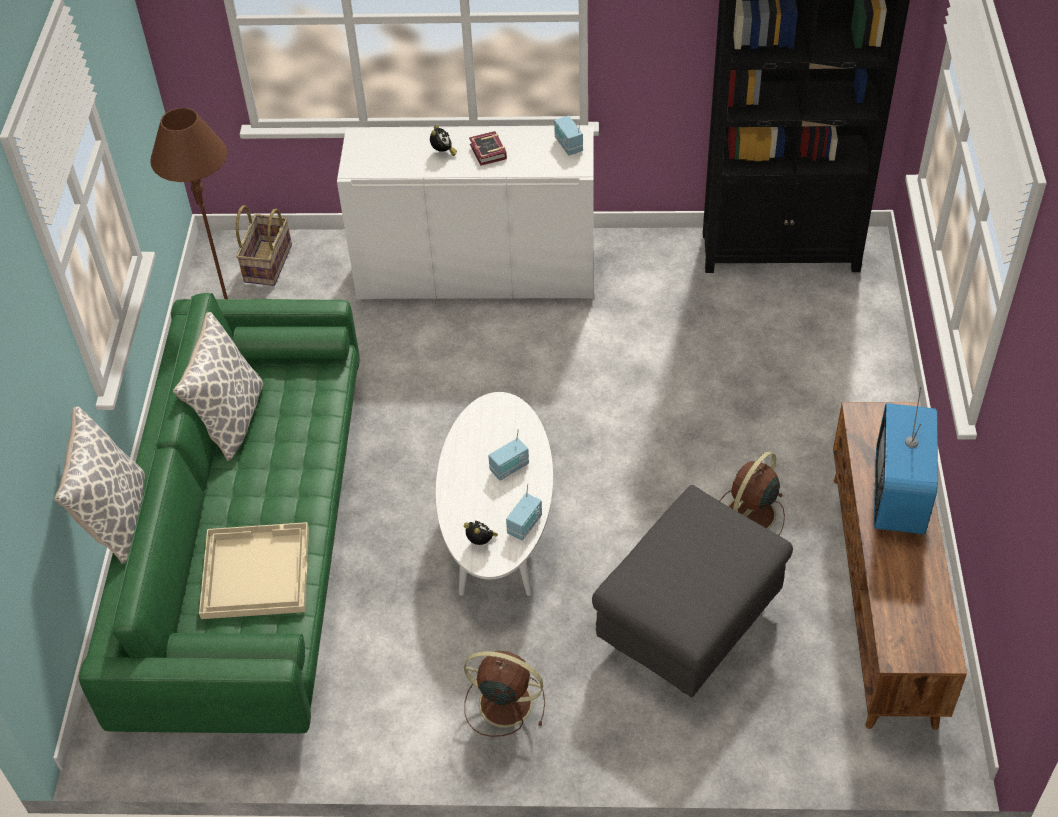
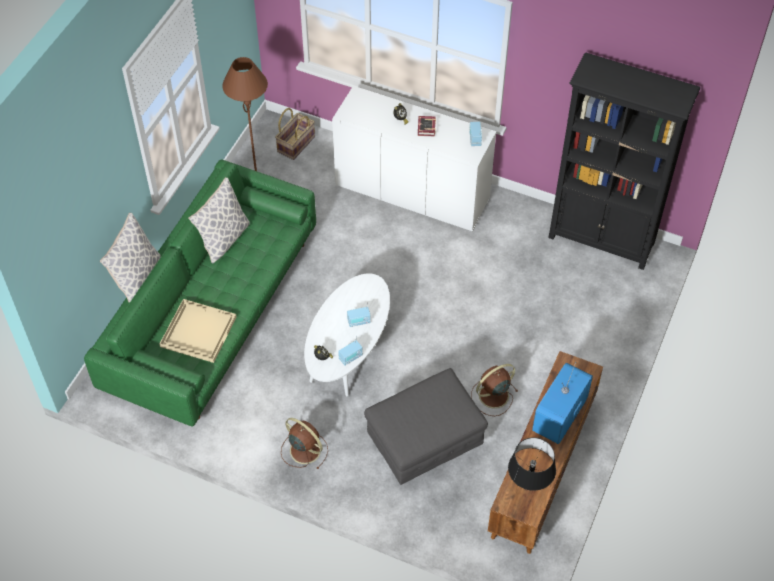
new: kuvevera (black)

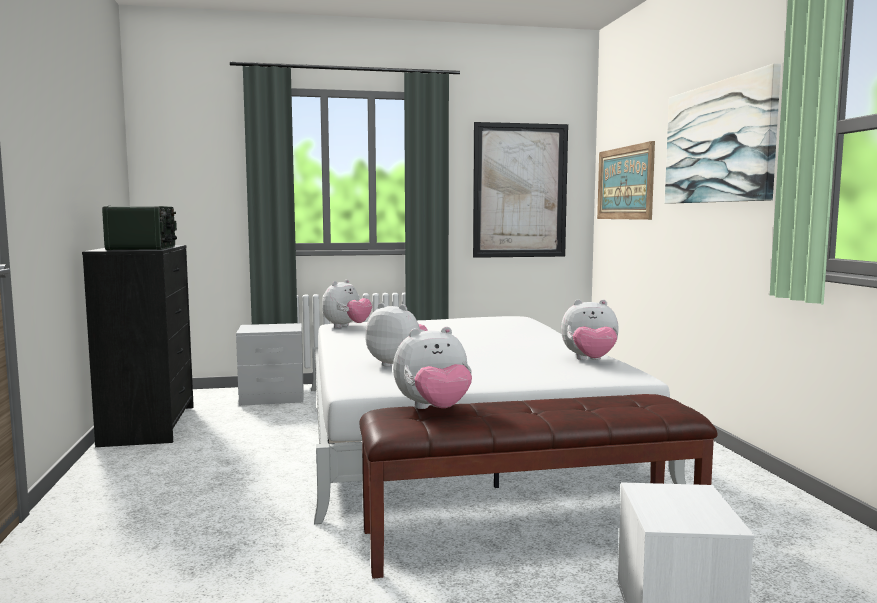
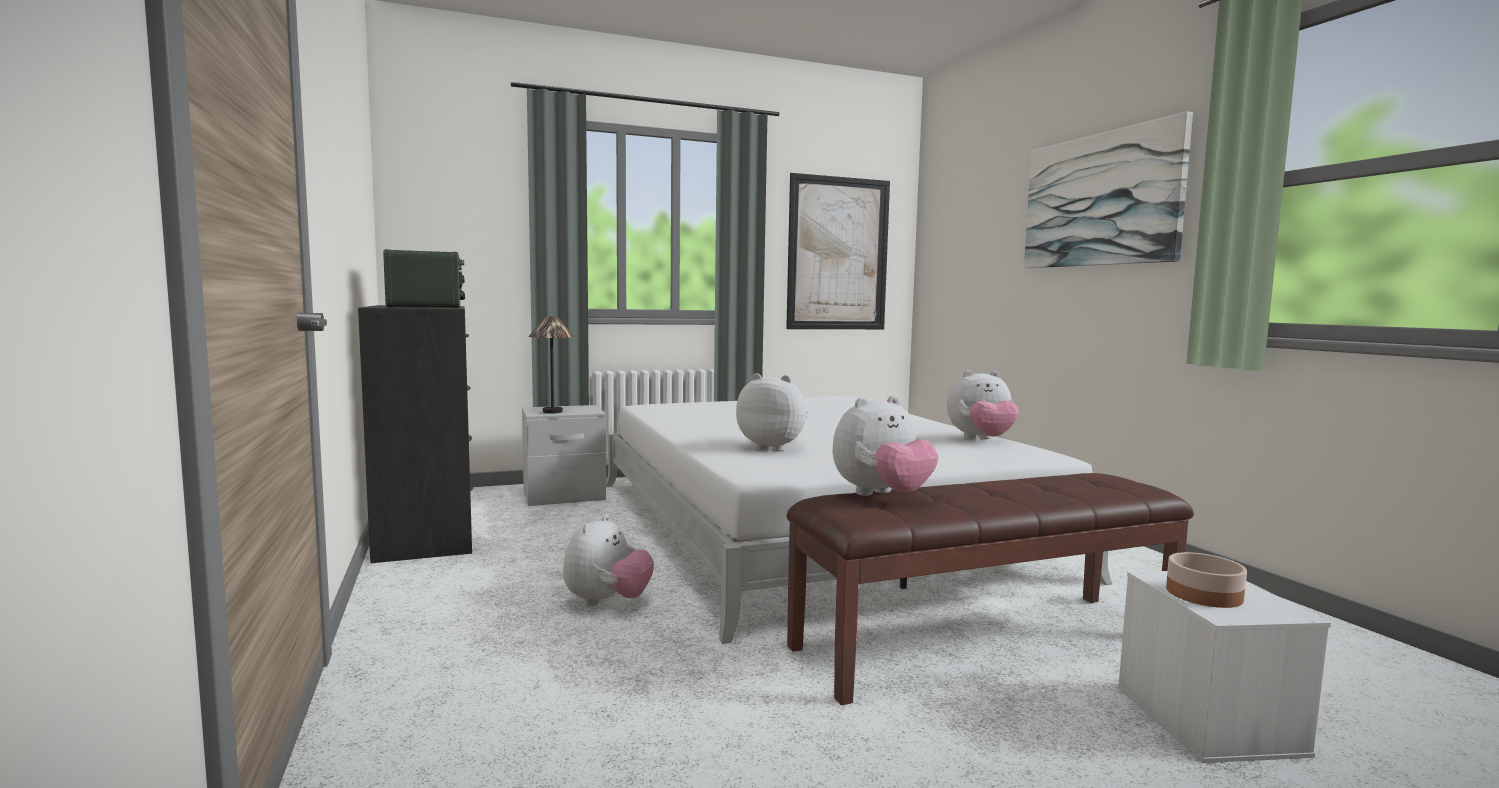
gone: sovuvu (no. 2 from left)
new: kuvevera; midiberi
shifted: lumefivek (no. 1 from left)

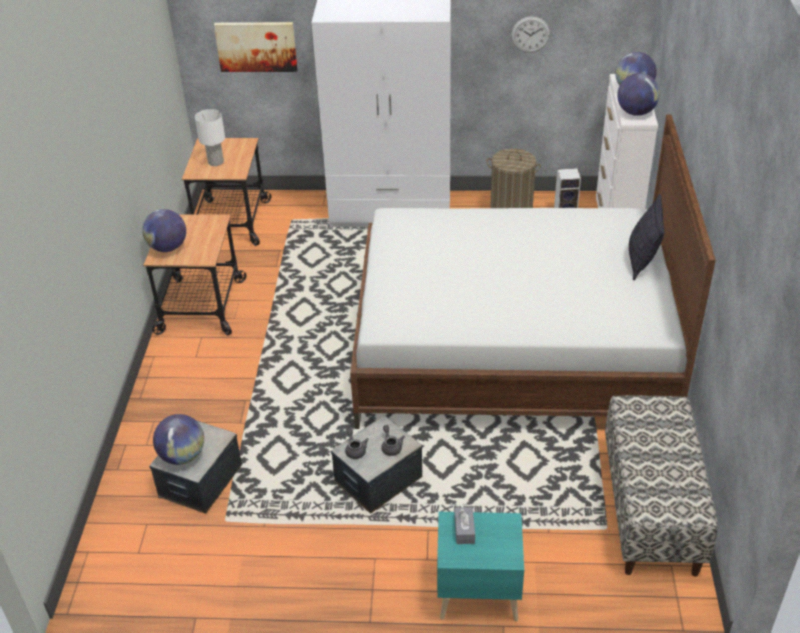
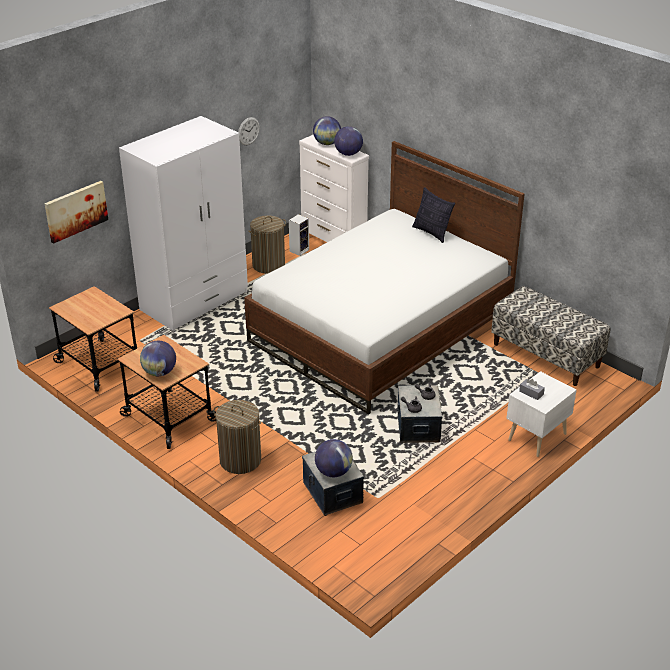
gone: kuvevera (white)
new: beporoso (no. 1 from left)
repainted: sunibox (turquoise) to sunibox (white)

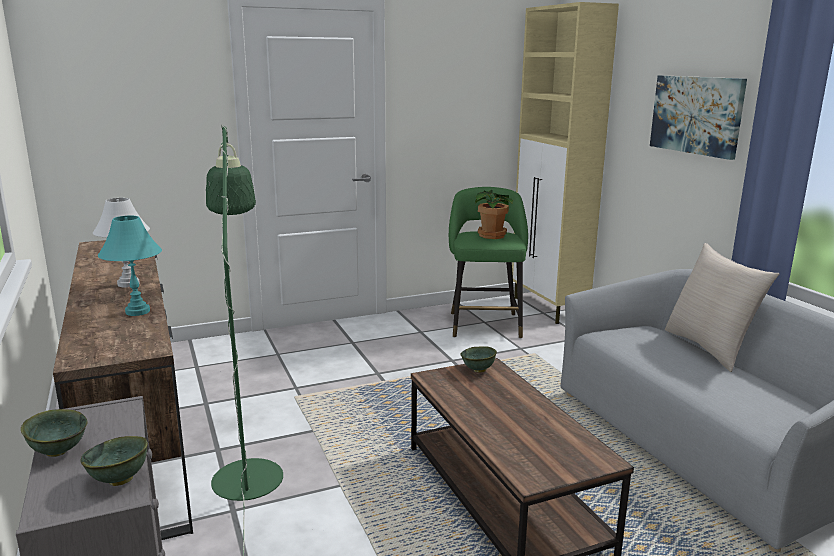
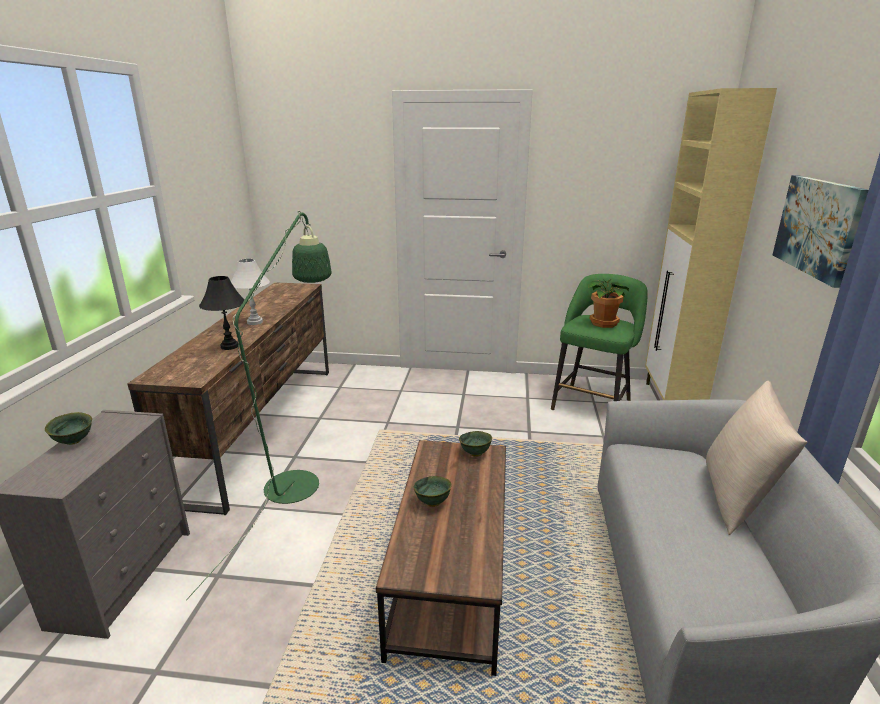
shifted: midiberi (green) (no. 2 from left)
repainted: kuvevera (turquoise) to kuvevera (black)

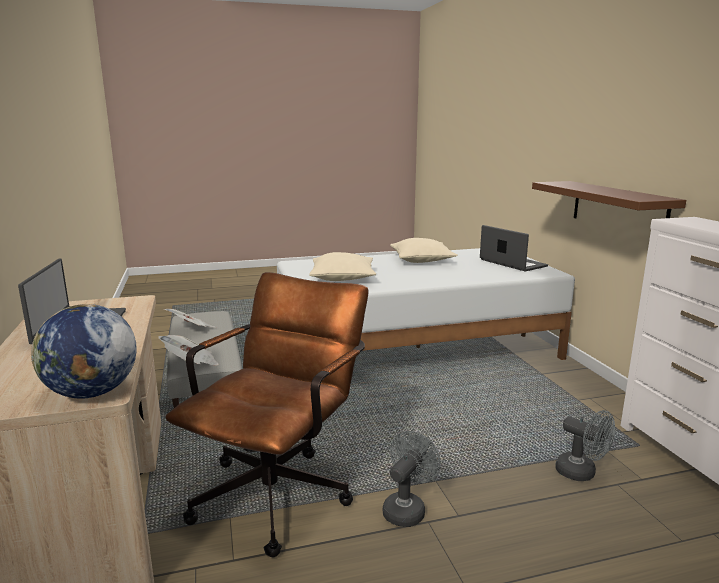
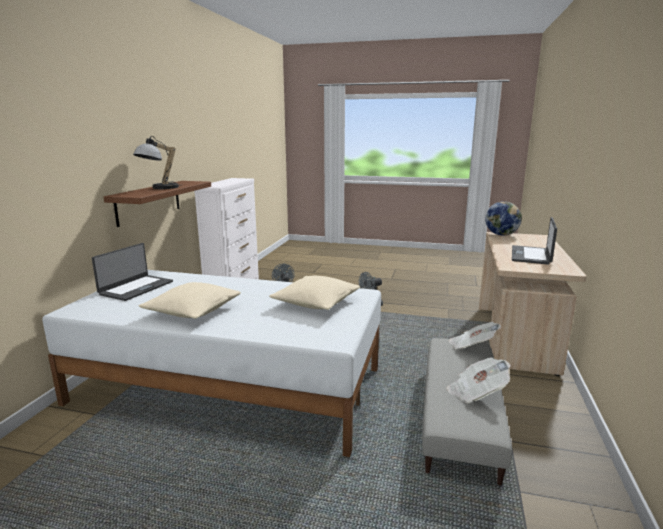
gone: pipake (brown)
new: kuvevera
rotated: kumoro (no. 2 from left in the first image) 150 degrees counterclockwise

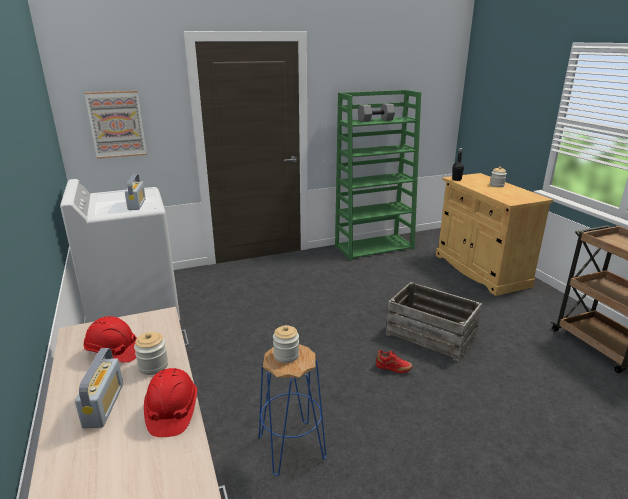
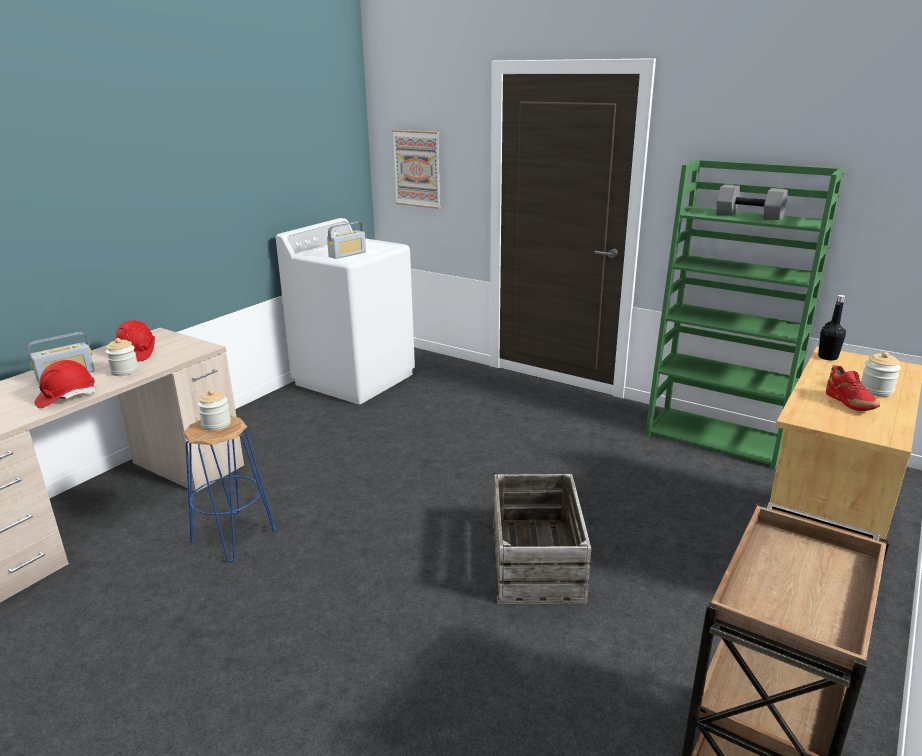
shifted: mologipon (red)

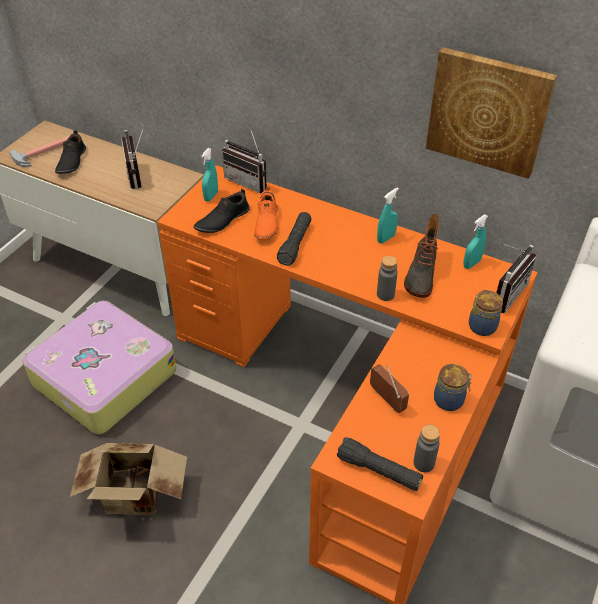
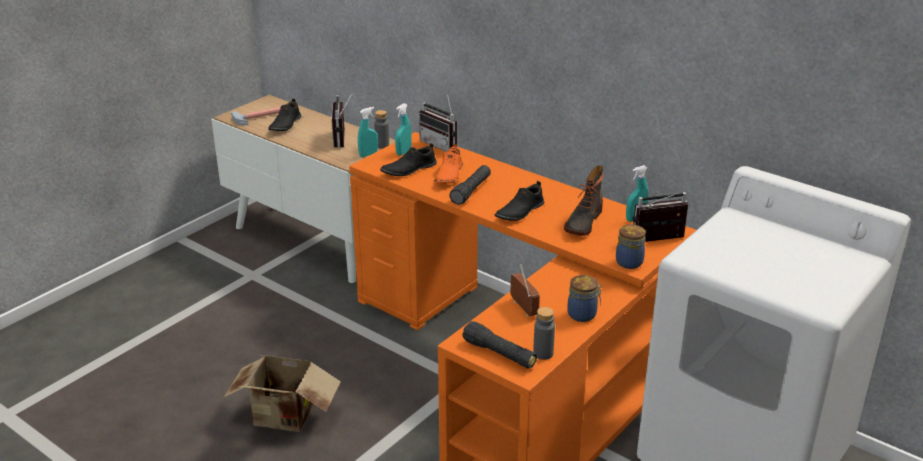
gone: sovuvu; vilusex
new: mologipon (black) (no. 3 from left)
shifted: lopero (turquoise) (no. 2 from left in the first image) to lopero (turquoise) (no. 1 from left); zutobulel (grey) (no. 1 from left)
rotated: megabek (no. 4 from left) 150 degrees counterclockwise

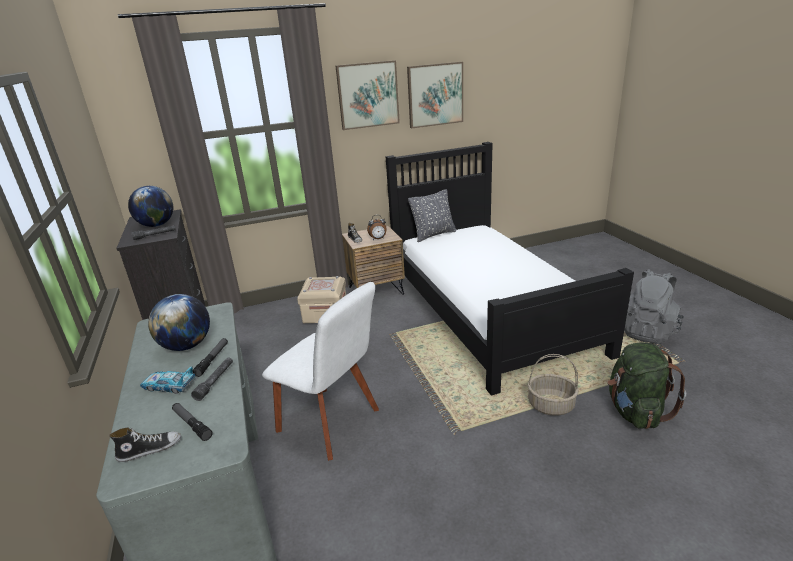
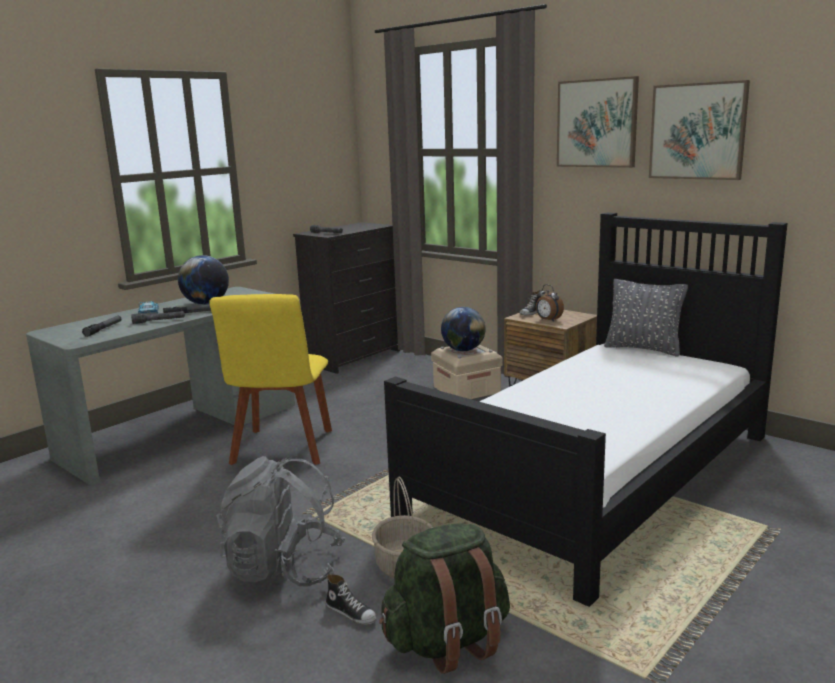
shifted: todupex (no. 1 from left in the first image) to todupex (no. 2 from left); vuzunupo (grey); mologipon (no. 1 from left)
repainted: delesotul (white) to delesotul (yellow)

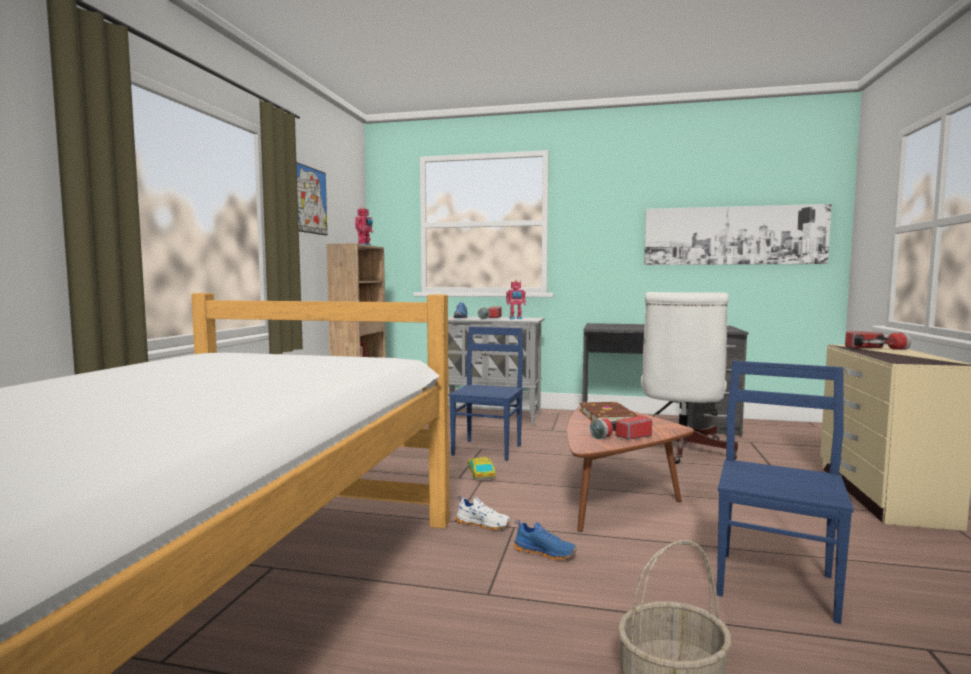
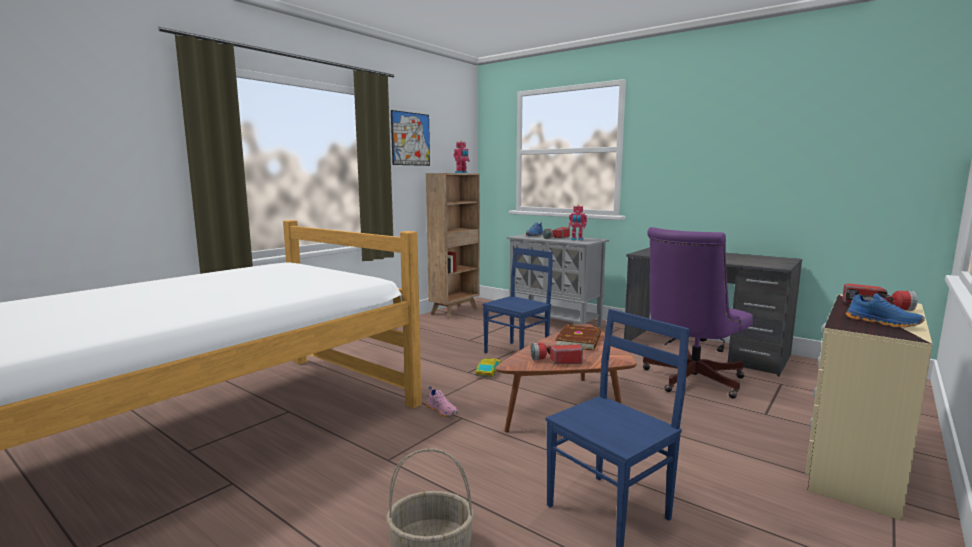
gone: sovuvu (no. 2 from left)
shifted: mologipon (blue) (no. 2 from left)
repainted: pipake (white) to pipake (purple); mologipon (white) to mologipon (pink)

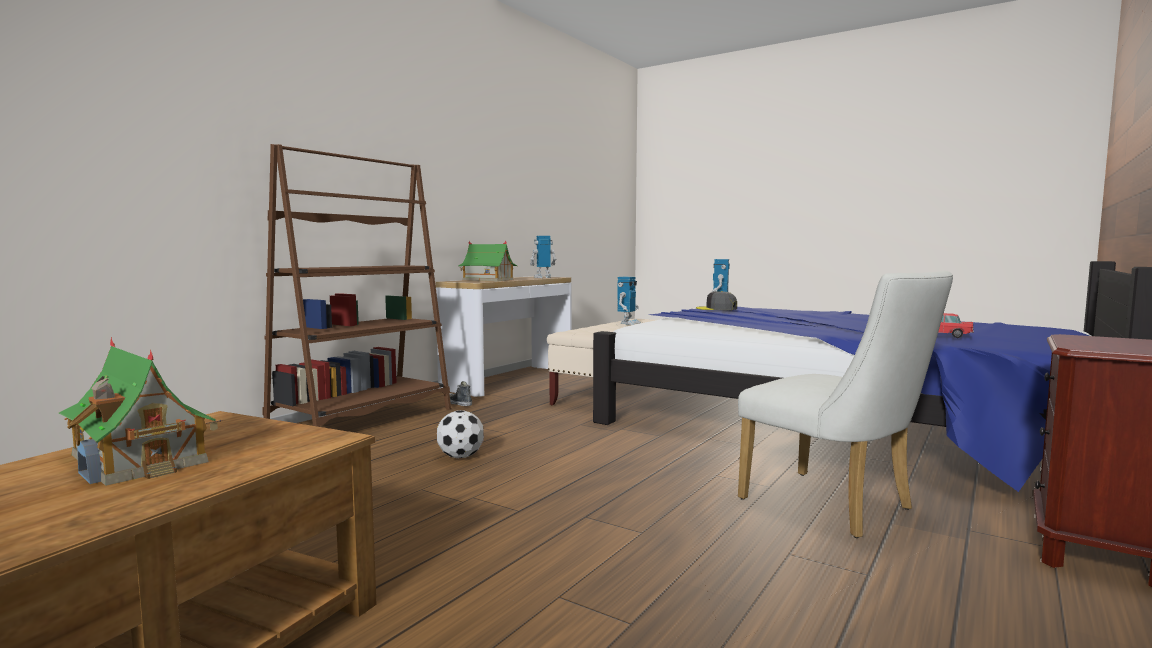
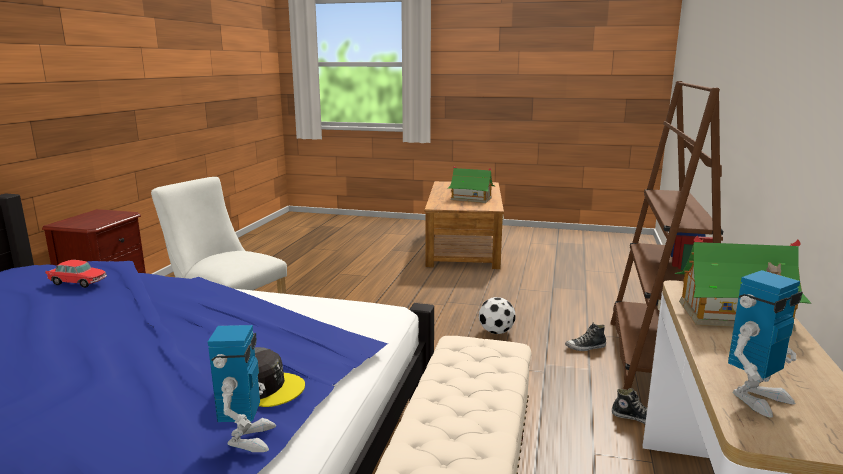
gone: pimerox (no. 2 from left)
new: mologipon (no. 1 from left)

